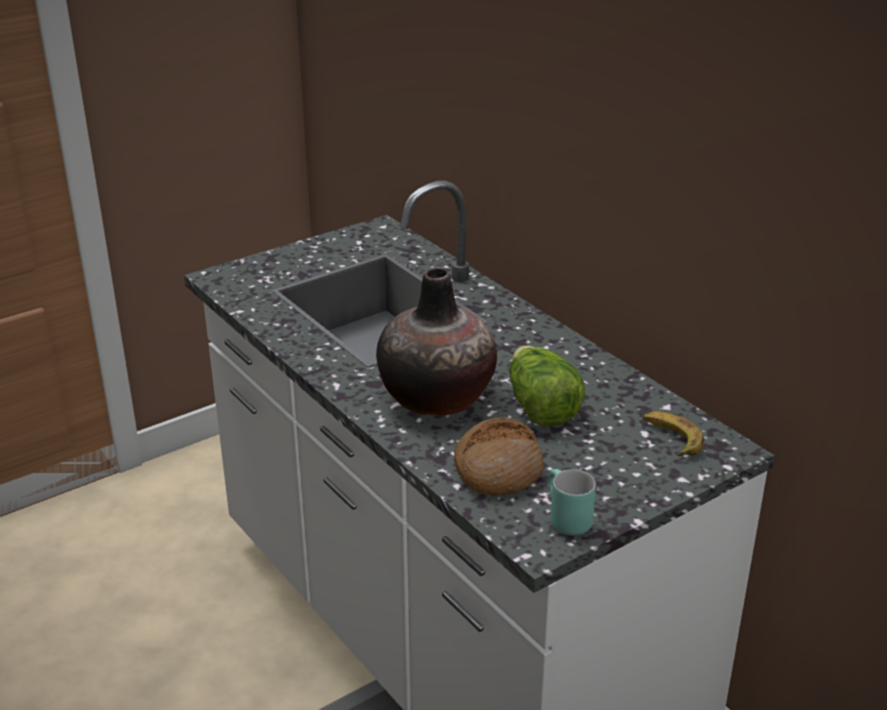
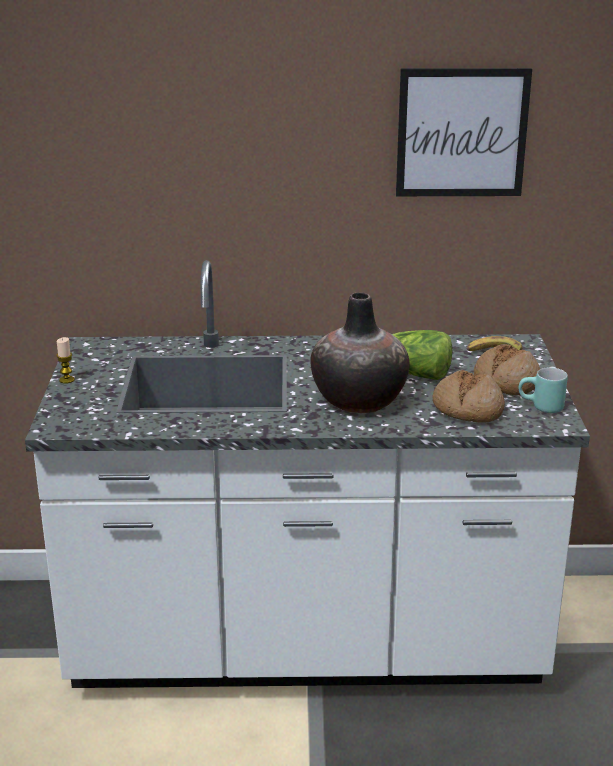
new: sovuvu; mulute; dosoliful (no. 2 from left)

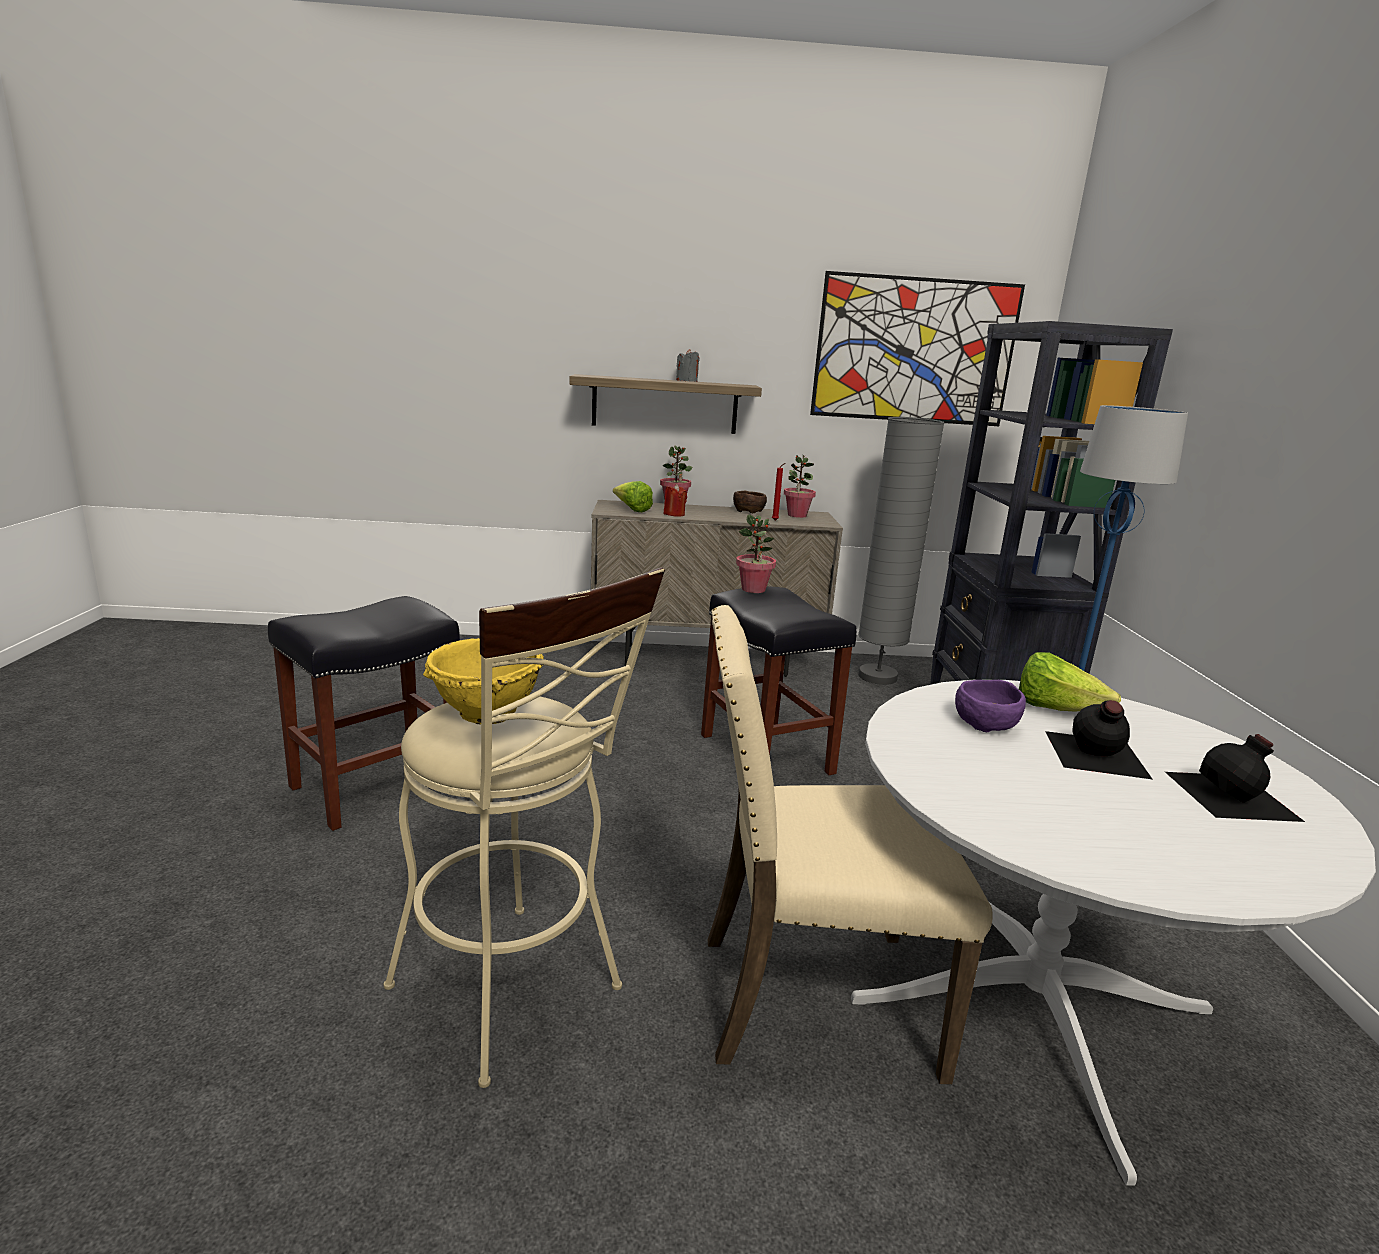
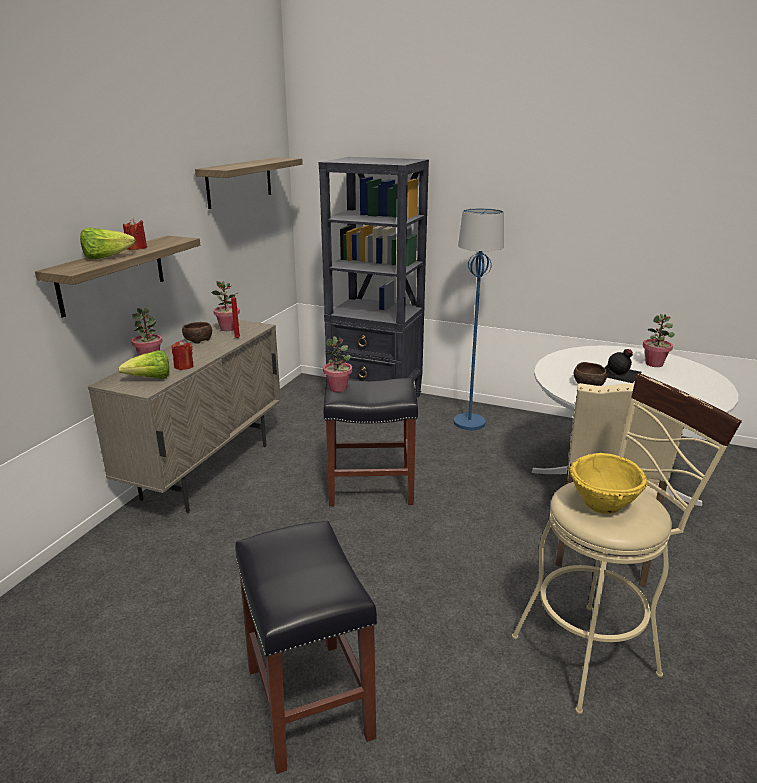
gone: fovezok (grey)
shifted: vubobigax (no. 2 from left in the first image) to vubobigax (no. 1 from left)
swapped: sovuvu to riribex (no. 2 from left); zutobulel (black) (no. 2 from left) to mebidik (no. 4 from left)
repainted: mulute (grey) to mulute (red) (no. 1 from left); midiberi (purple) to midiberi (brown) (no. 2 from left)

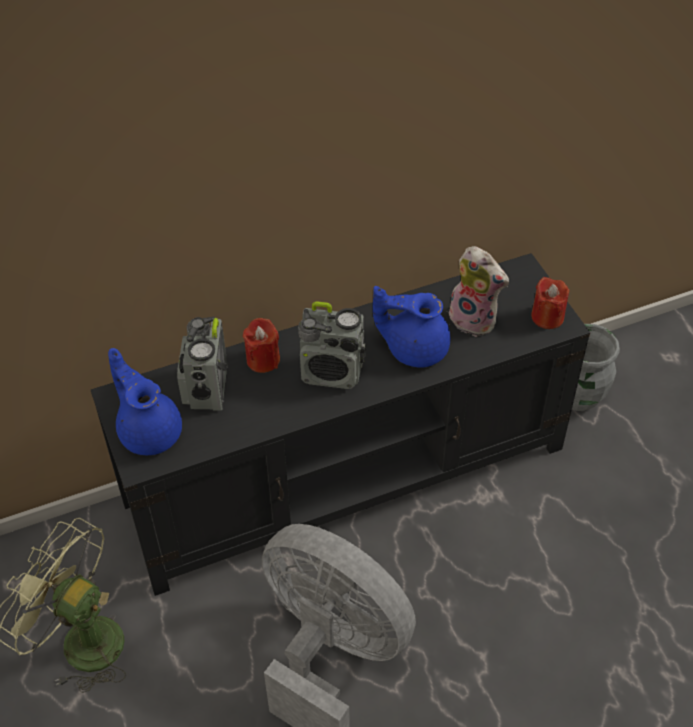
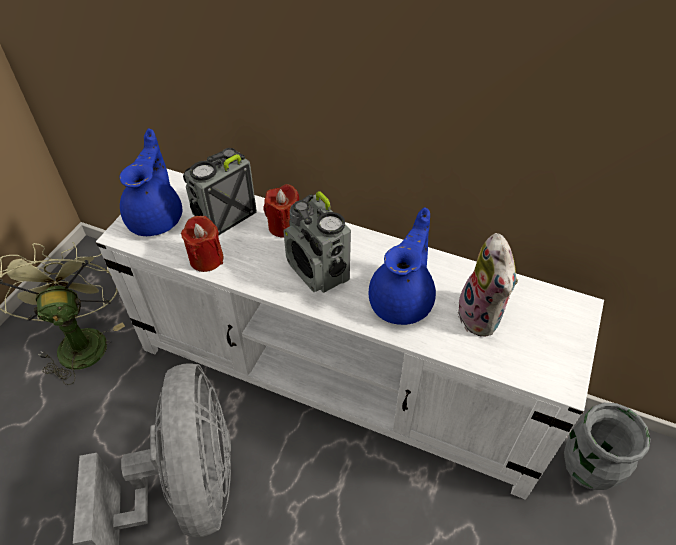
shifted: mulute (red) (no. 2 from left in the first image) to mulute (red) (no. 1 from left)
repainted: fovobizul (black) to fovobizul (white)
rotated: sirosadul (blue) (no. 2 from left) 60 degrees clockwise

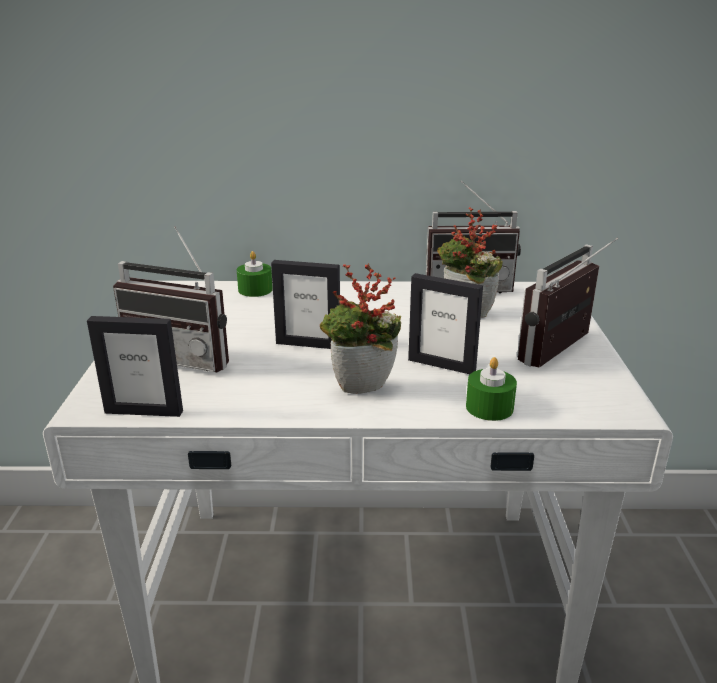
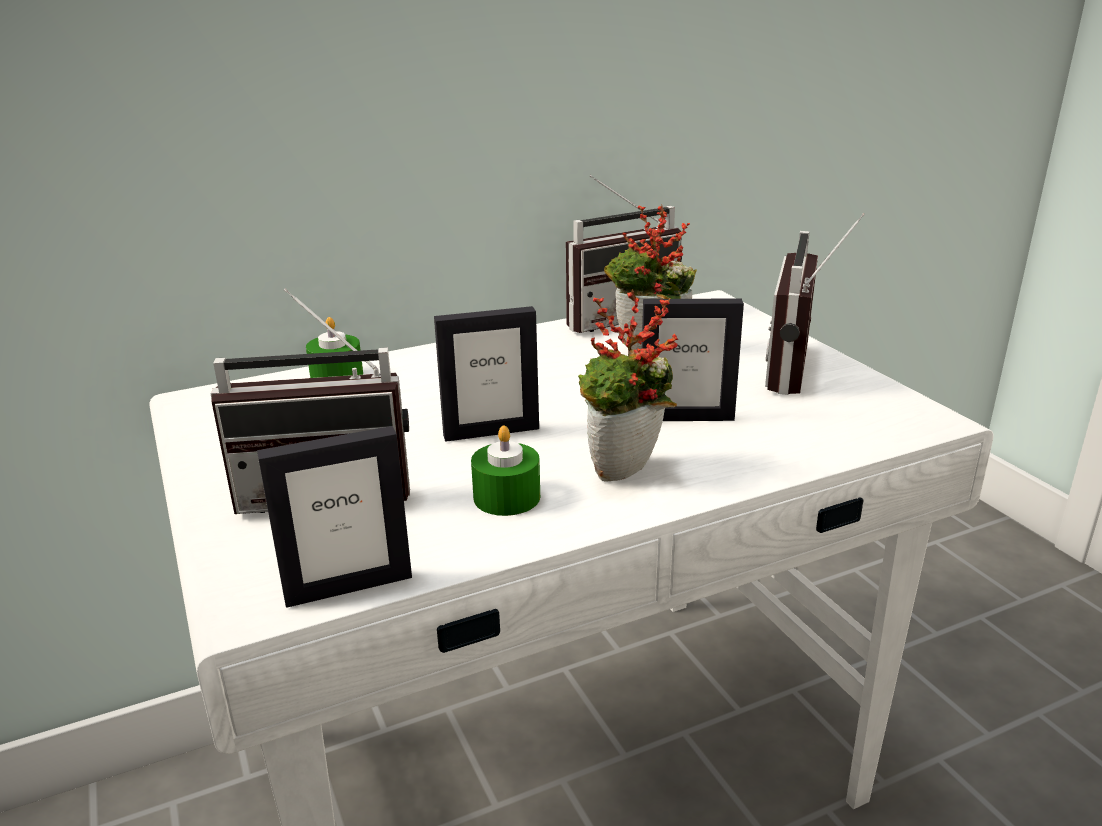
shifted: mulute (green) (no. 2 from left)

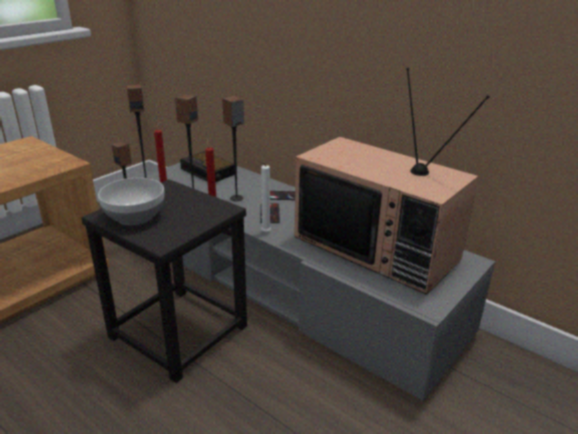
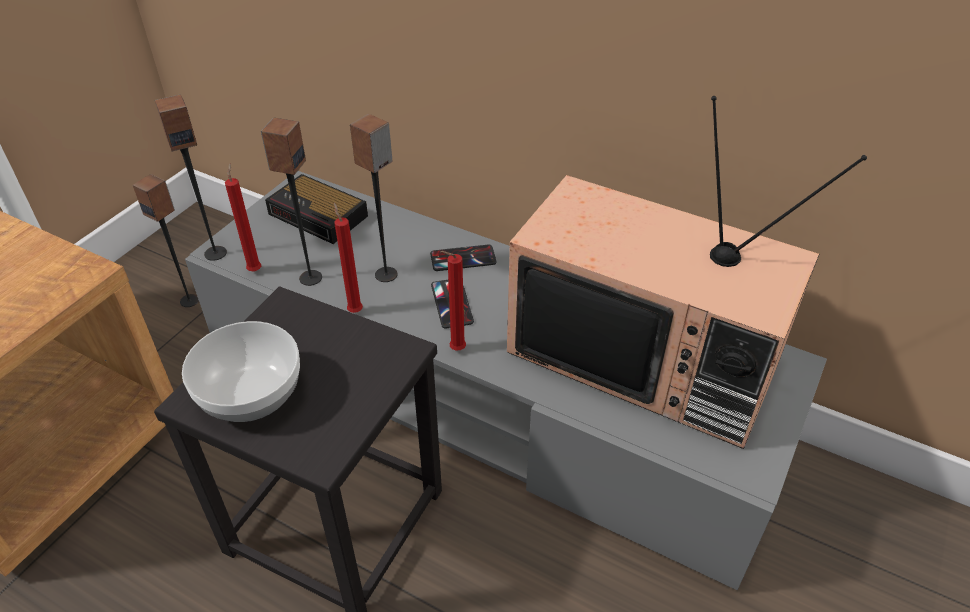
repainted: mulute (white) to mulute (red) (no. 3 from left)

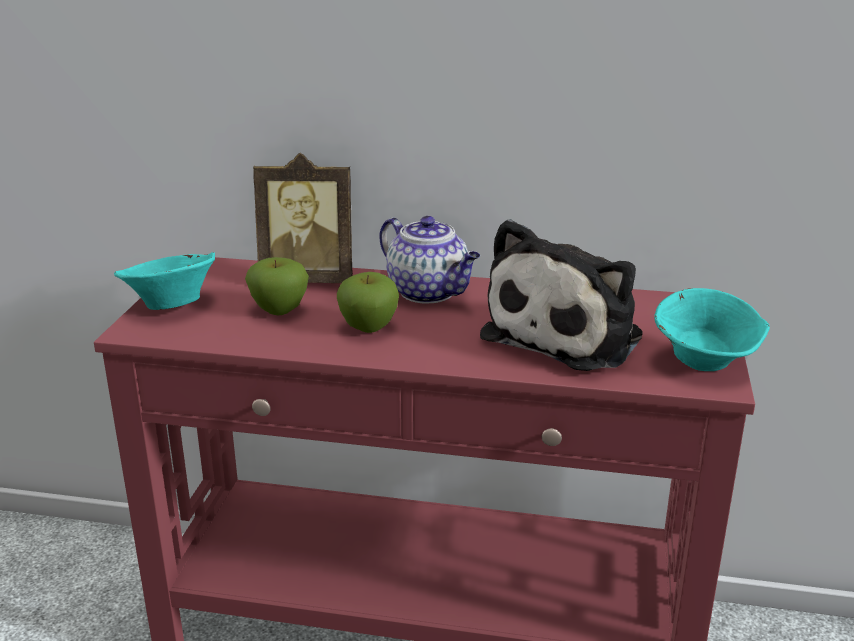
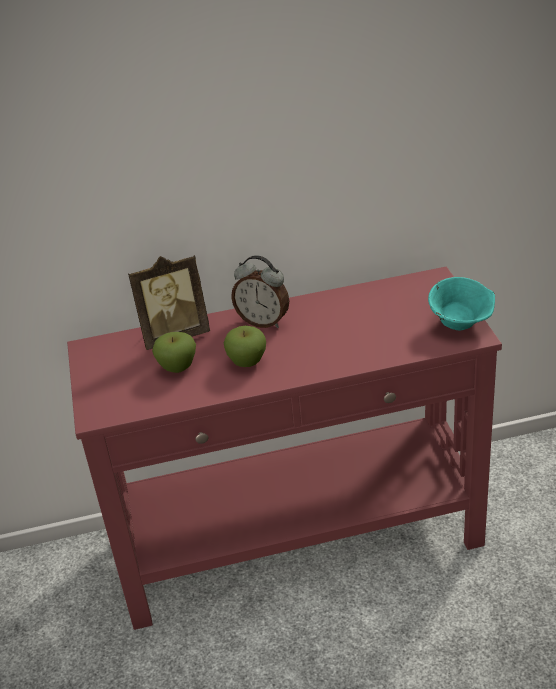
gone: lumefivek; midiberi (turquoise) (no. 1 from left)
swapped: sirosadul to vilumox

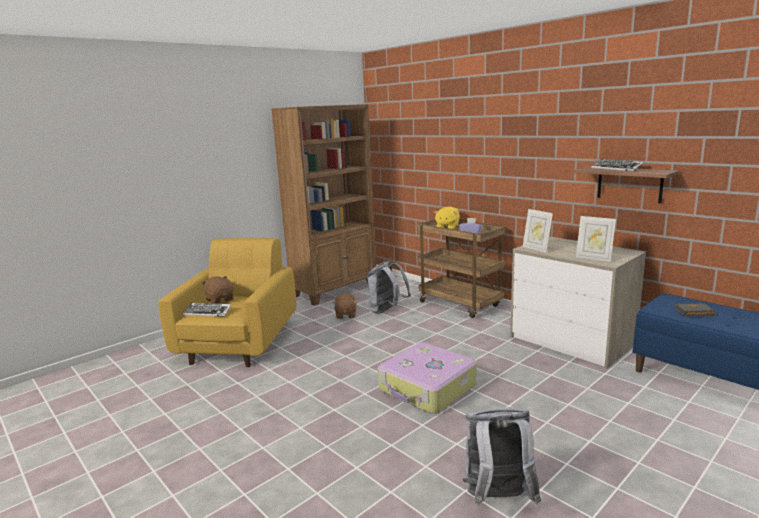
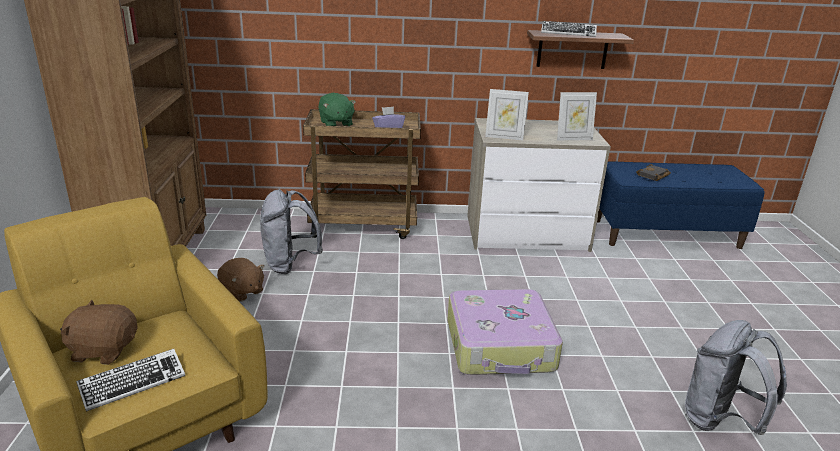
repainted: lumefivek (yellow) to lumefivek (green)

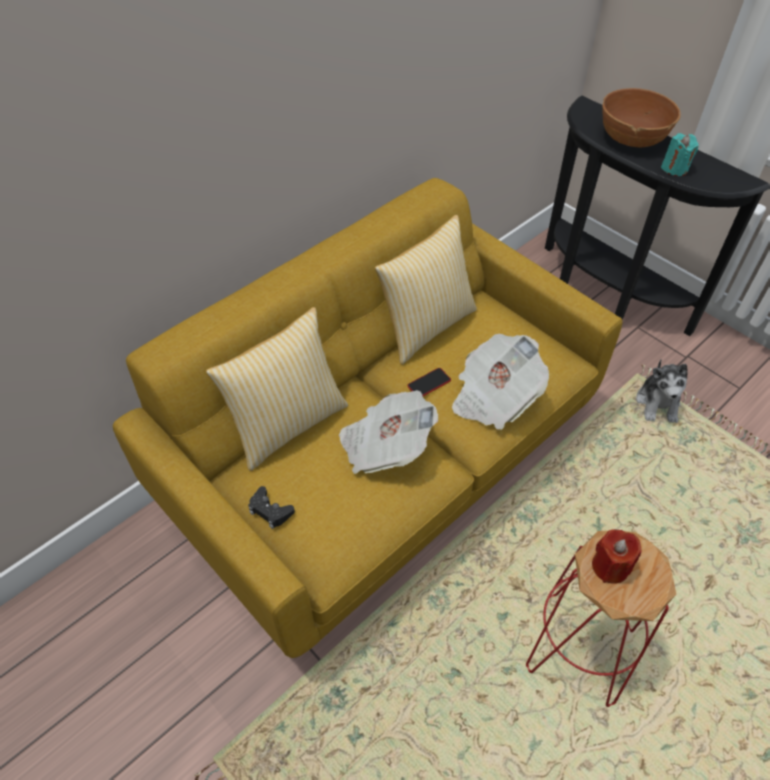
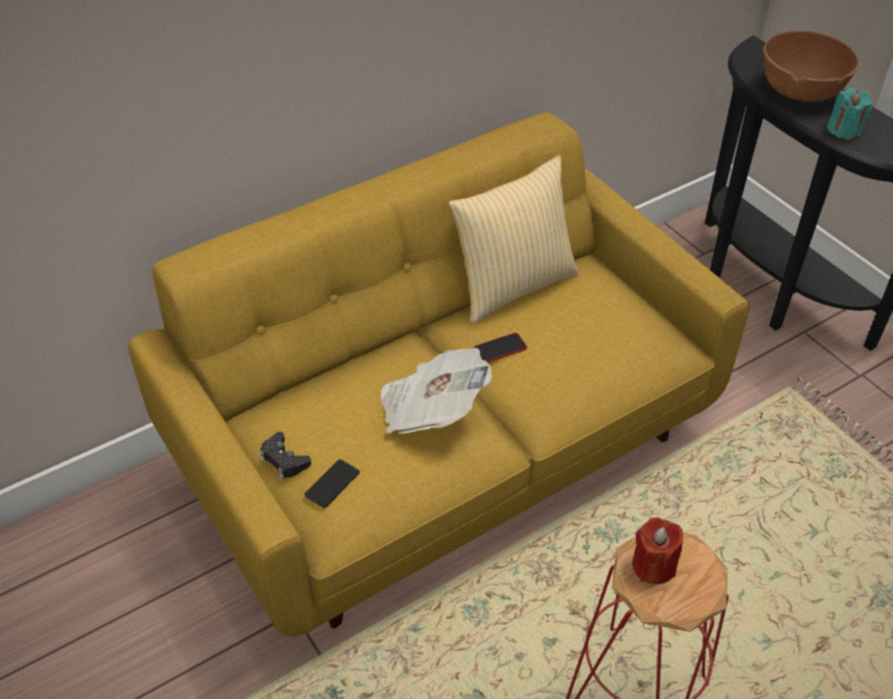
gone: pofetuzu (no. 1 from left); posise (no. 2 from left); lumefivek
new: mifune (no. 1 from left)

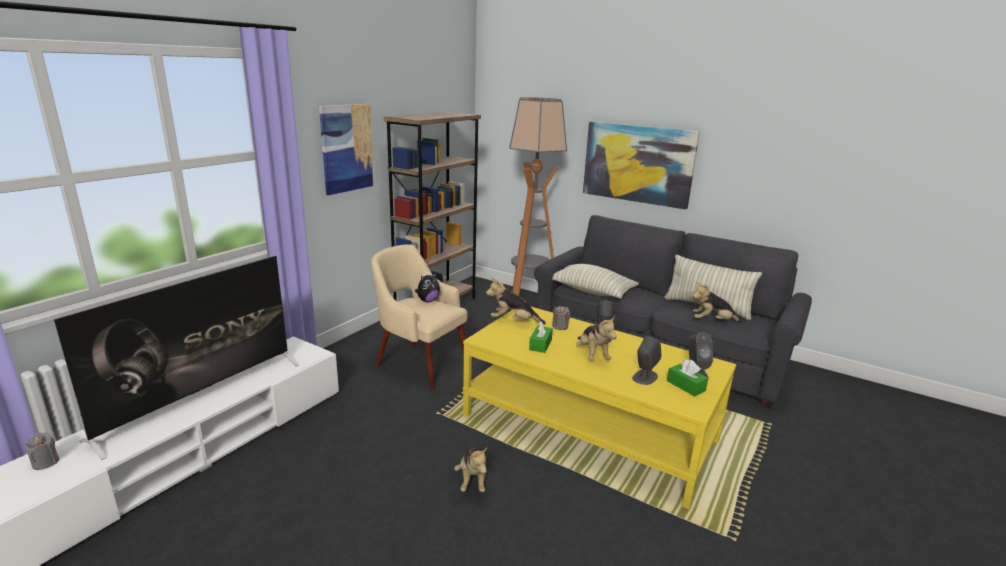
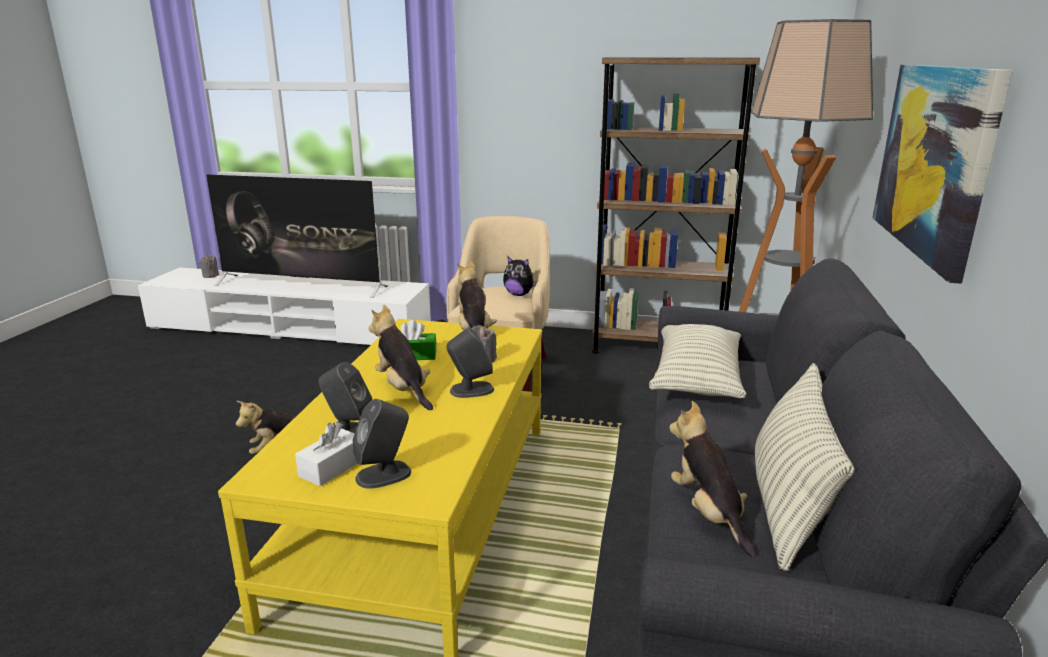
gone: sovuvu (no. 1 from left)
repainted: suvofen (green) (no. 2 from left) to suvofen (white)
rotated: lumefivek (no. 4 from left in the first image) 90 degrees clockwise

